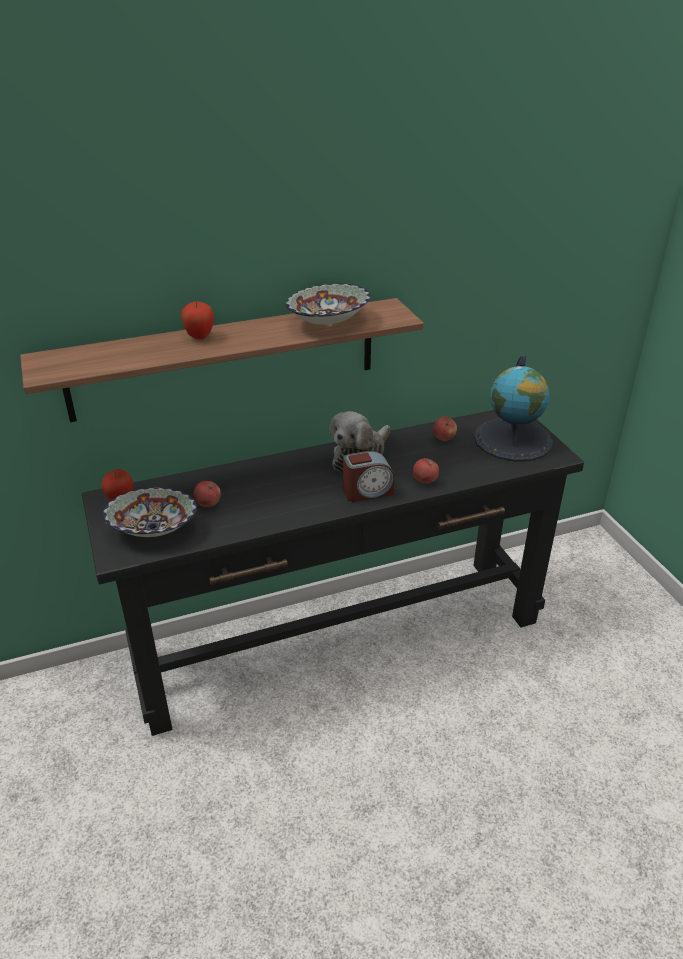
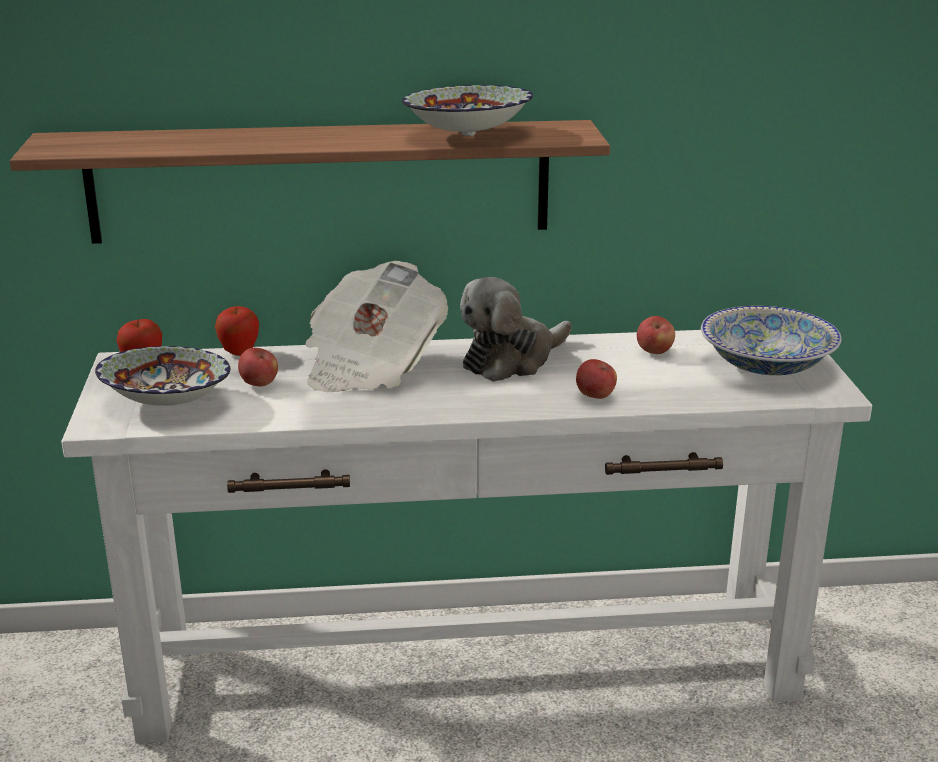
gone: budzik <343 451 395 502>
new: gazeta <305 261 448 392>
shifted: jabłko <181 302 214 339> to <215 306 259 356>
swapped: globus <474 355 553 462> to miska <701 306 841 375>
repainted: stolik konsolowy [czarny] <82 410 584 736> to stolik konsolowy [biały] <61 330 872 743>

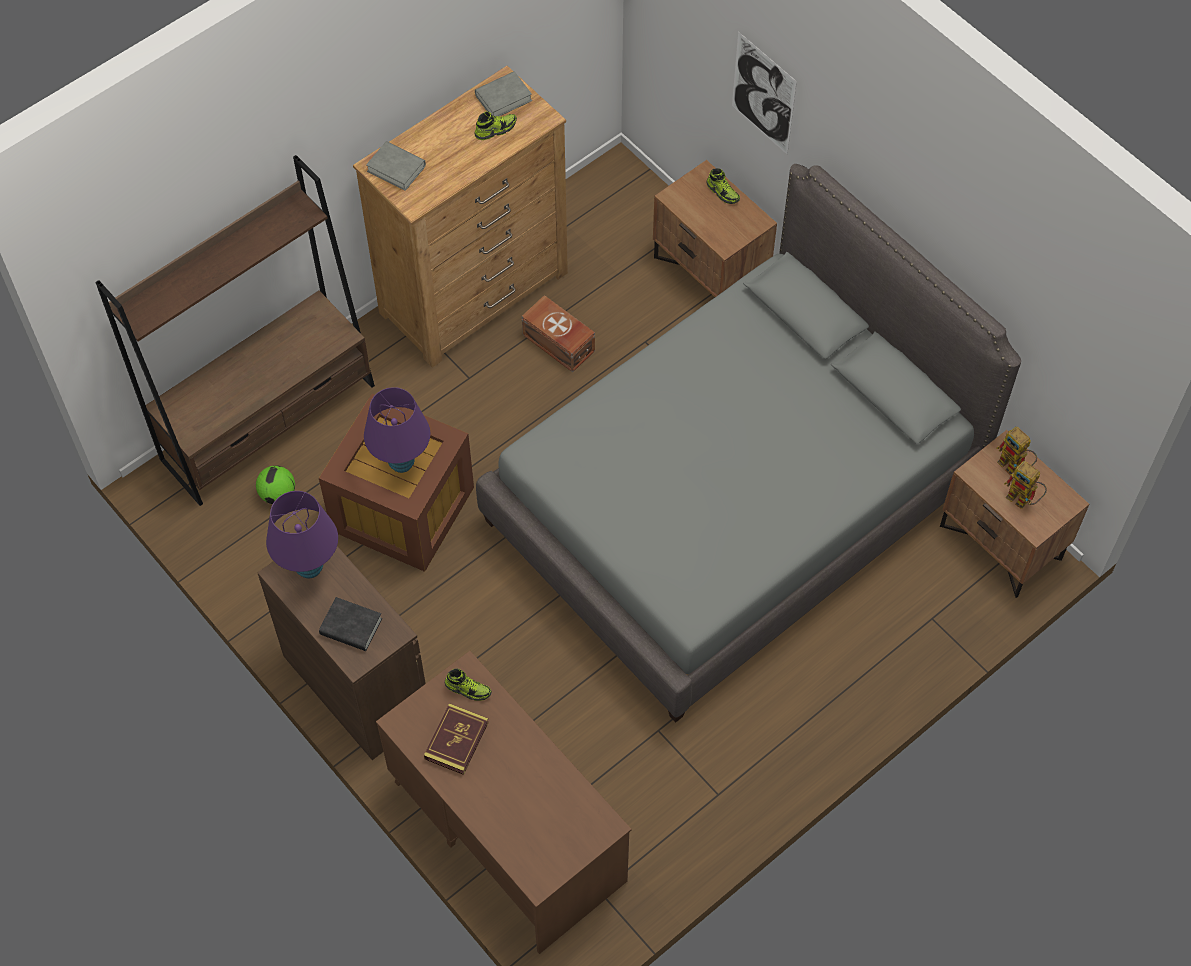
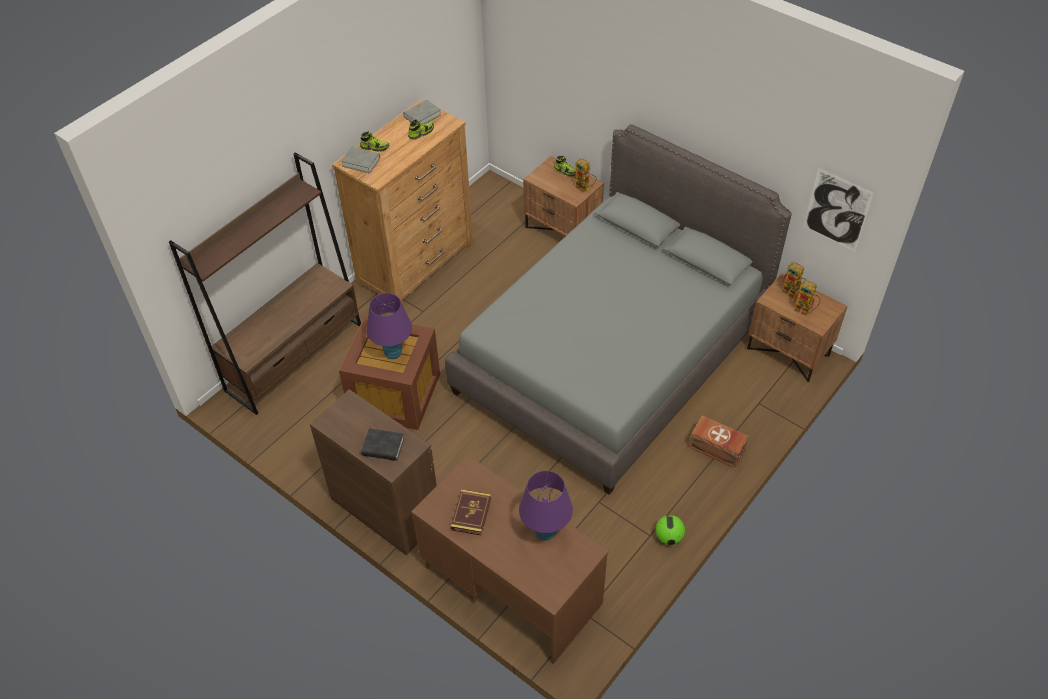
new: robot zabawkowy <573 158 597 193>
shifted: obraz <732 32 797 154> to <804 168 874 252>; pojemnik do przechowywania [brązowy] <522 295 595 372> to <689 415 749 468>; piłka futbolowa <256 466 295 504> to <655 515 685 545>; lampa stołowa [fioletowy] <266 491 338 578> to <519 471 573 541>; but <445 668 492 701> to <360 131 389 152>

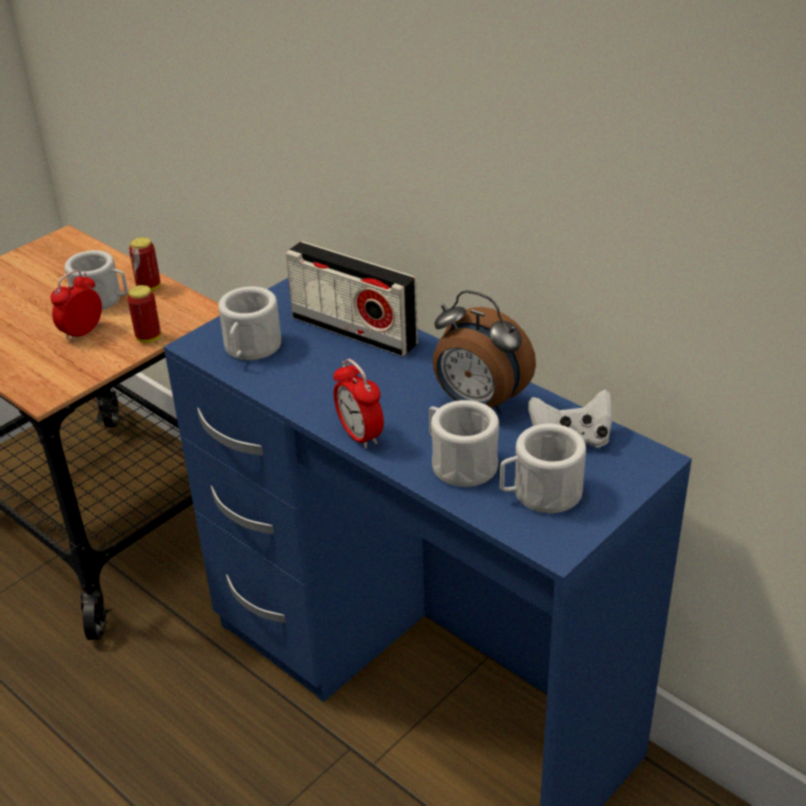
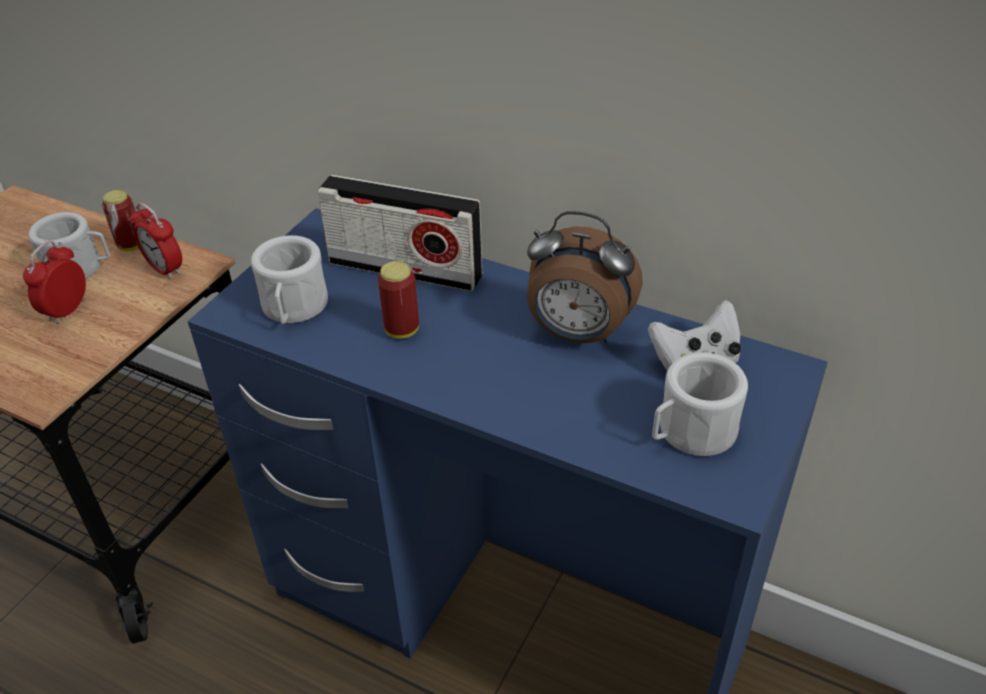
gone: kubek [biały] <429 400 499 487>
shifted: puszka <128 285 161 343> to <378 261 419 339>; budzik <334 359 384 449> to <130 202 182 279>

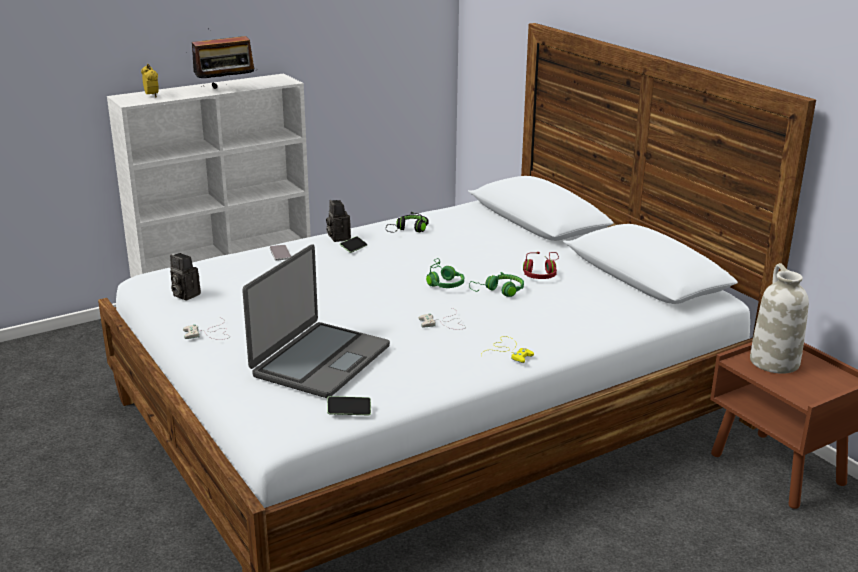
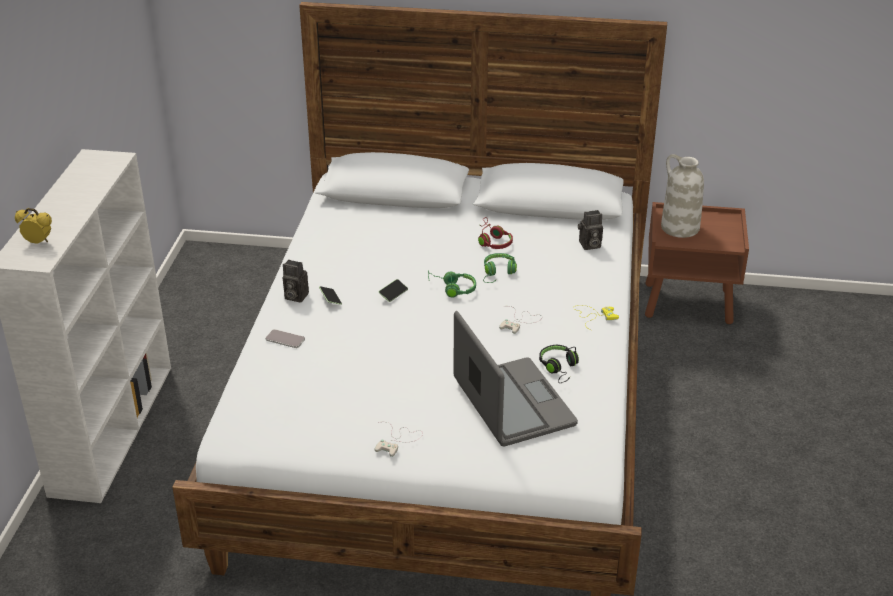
gone: radio <186 26 257 89>
shifted: słuchawki [czarny] <386 212 428 233> to <539 345 579 383>; aparat fotograficzny <170 253 201 301> to <578 210 603 250>; telefon <327 396 371 415> to <378 279 408 302>

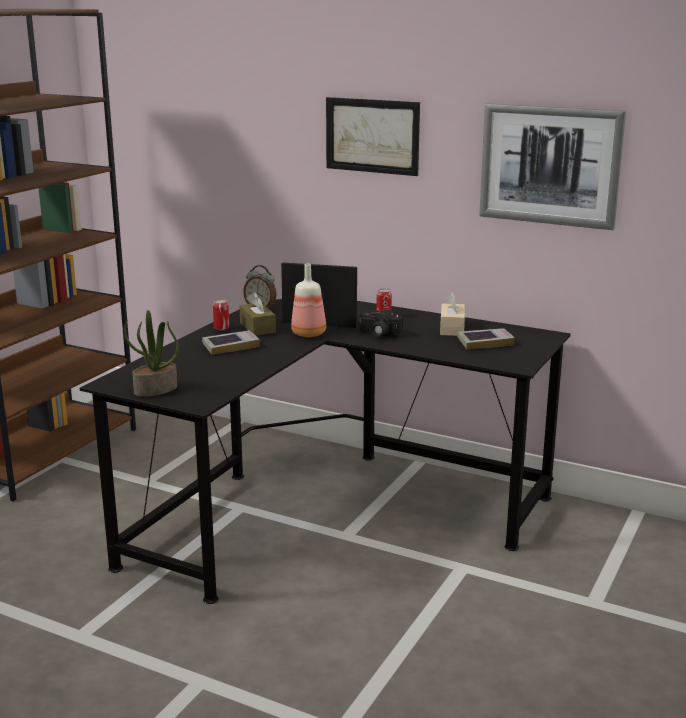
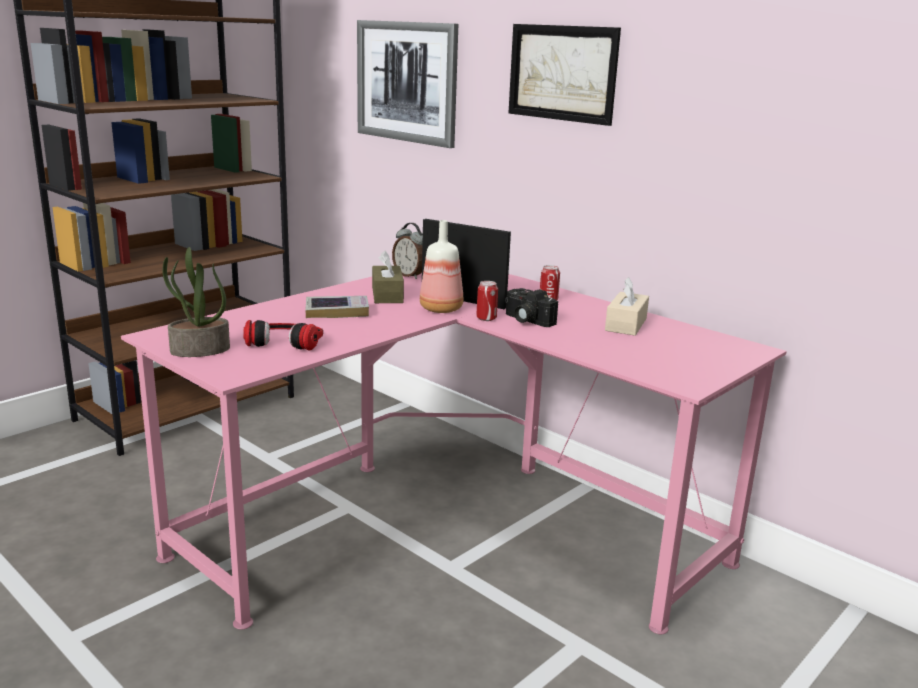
gone: książka <457 328 515 349>
new: słuchawki <243 320 323 350>
shifted: obraz <479 103 626 230> to <357 20 458 148>; puszka <213 299 230 330> to <476 281 498 321>
repainted: biurko [czarny] <80 299 571 604> to biurko [różowy] <121 273 787 634>

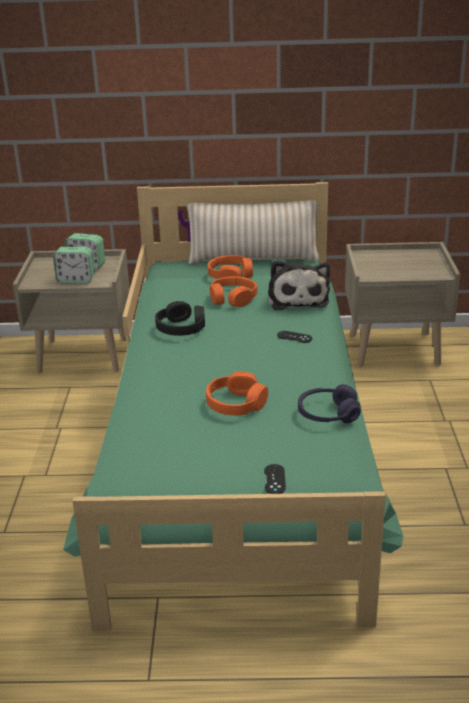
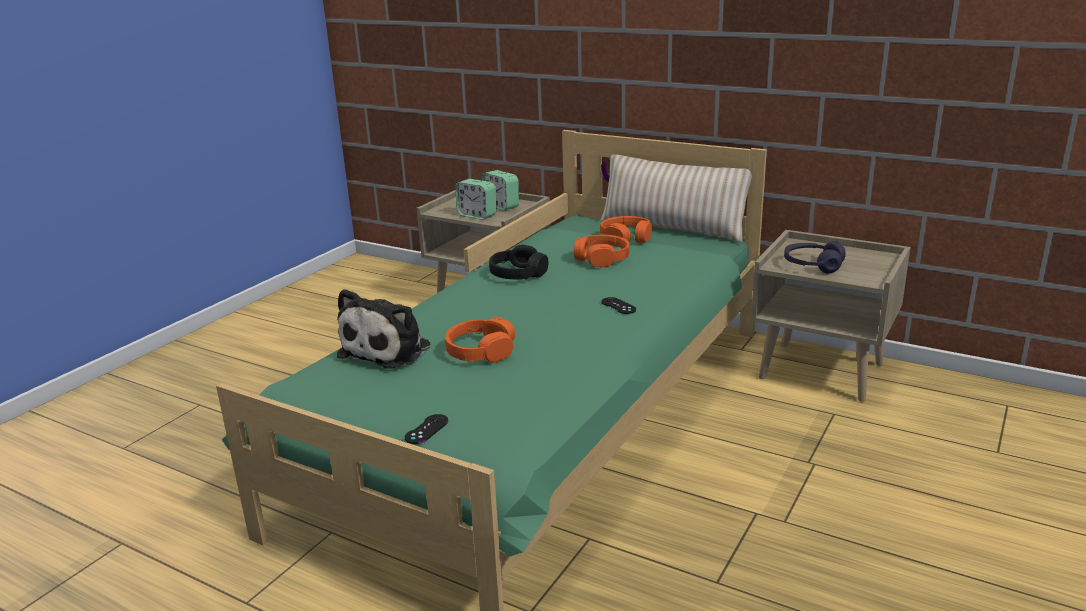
shifted: pluszak <268 260 330 310> to <337 289 430 369>; słuchawki [fioletowy] <298 384 361 423> to <784 241 846 274>

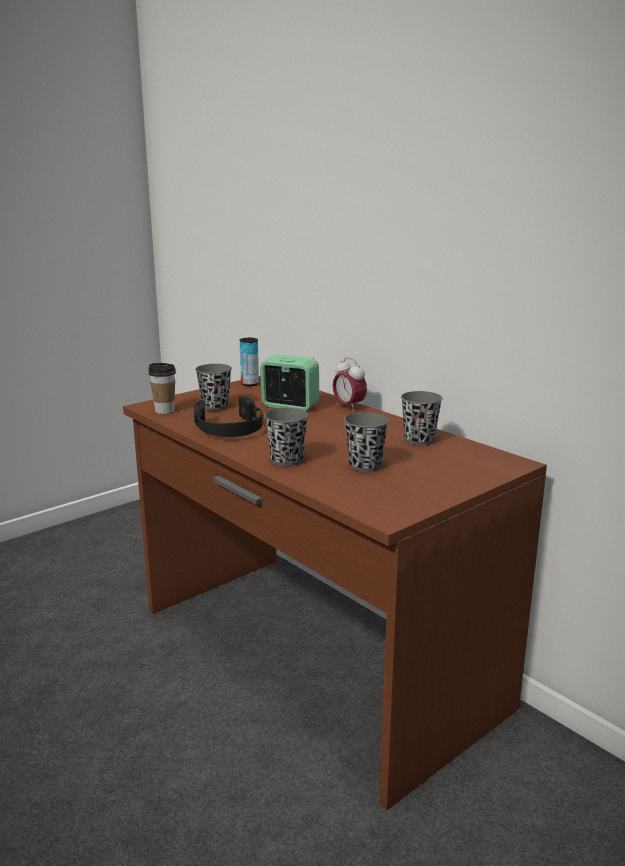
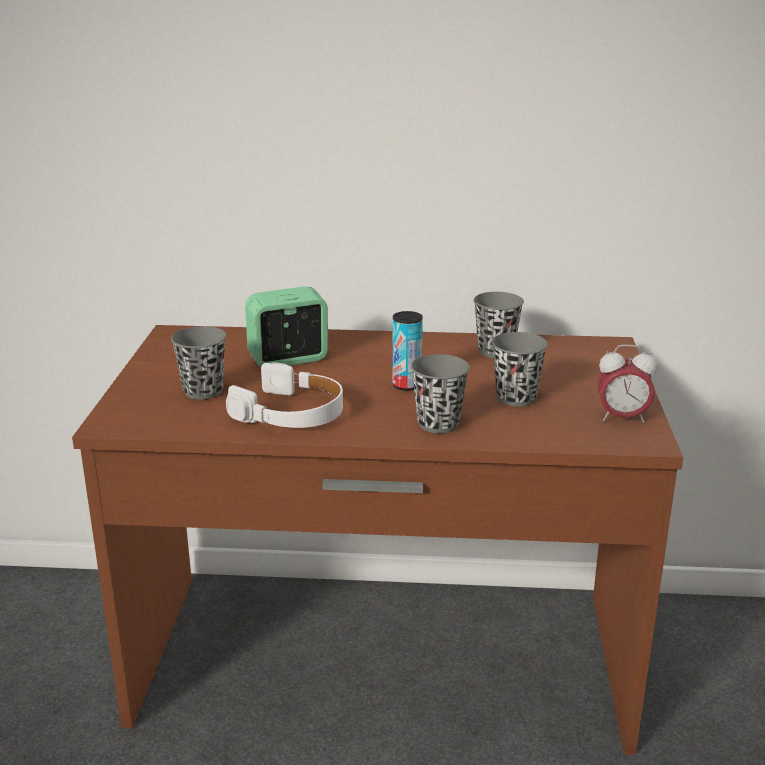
gone: filiżanka <148 363 176 414>
shifted: puszka <240 338 259 386> to <392 311 423 391>; budzik <333 357 367 412> to <597 344 657 423>
repainted: słuchawki [czarny] <194 396 263 437> to słuchawki [biały] <226 362 343 428>

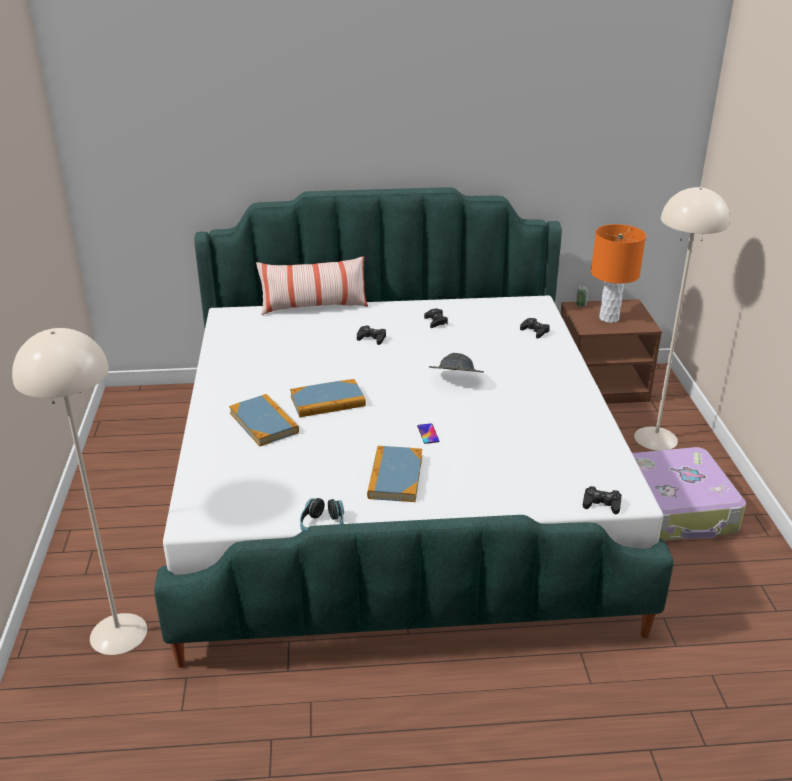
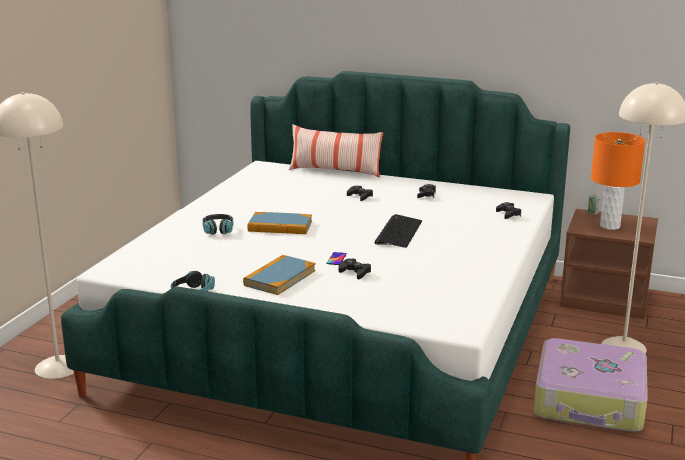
shifted: pad do gier [czarny] <583 486 622 514> to <338 258 371 279>
swapped: kapelusz [szary] <429 353 484 373> to klawiatura <374 214 422 248>; książka <229 394 299 447> to słuchawki <202 214 233 235>

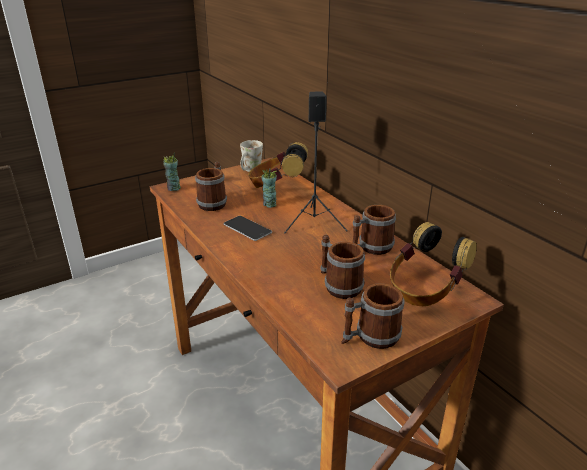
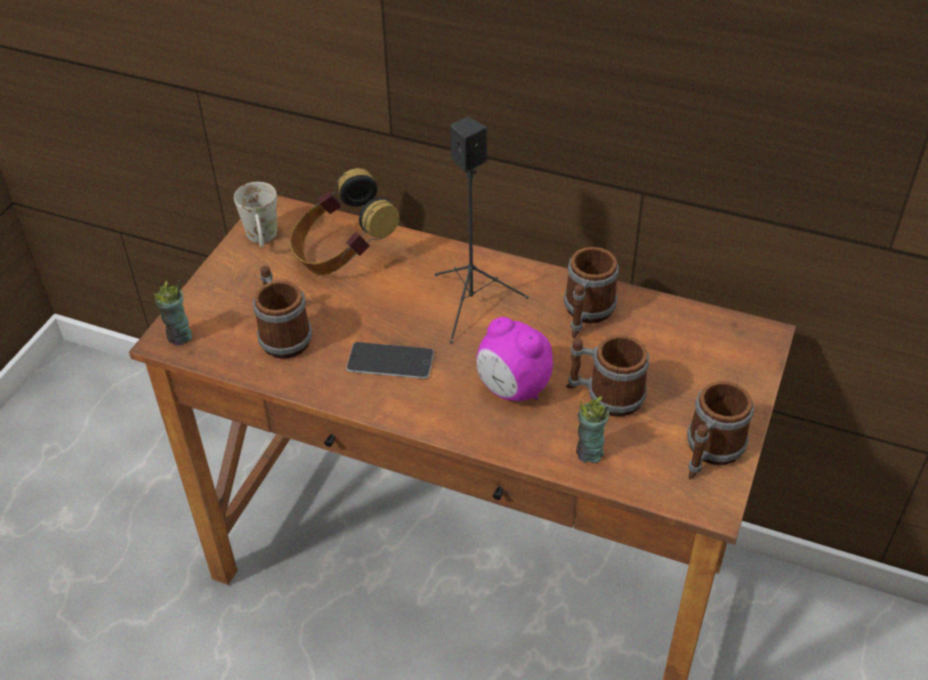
gone: słuchawki <390 222 477 306>
new: budzik <476 317 553 401>
shifted: filiżanka <261 168 277 208> to <576 396 609 463>

